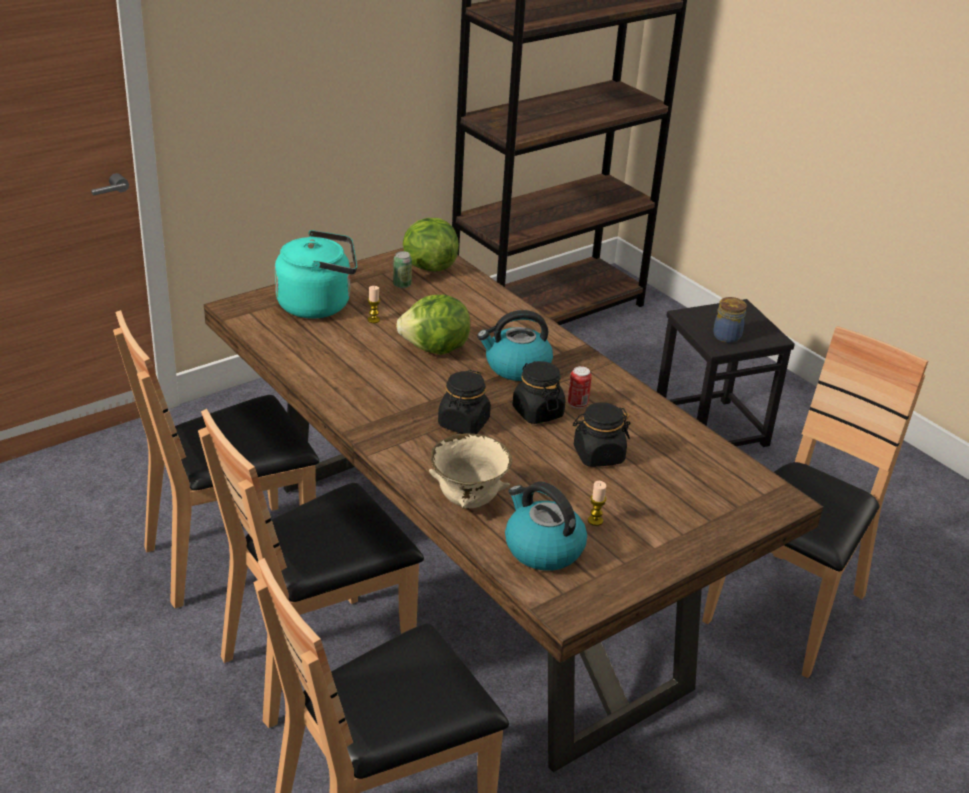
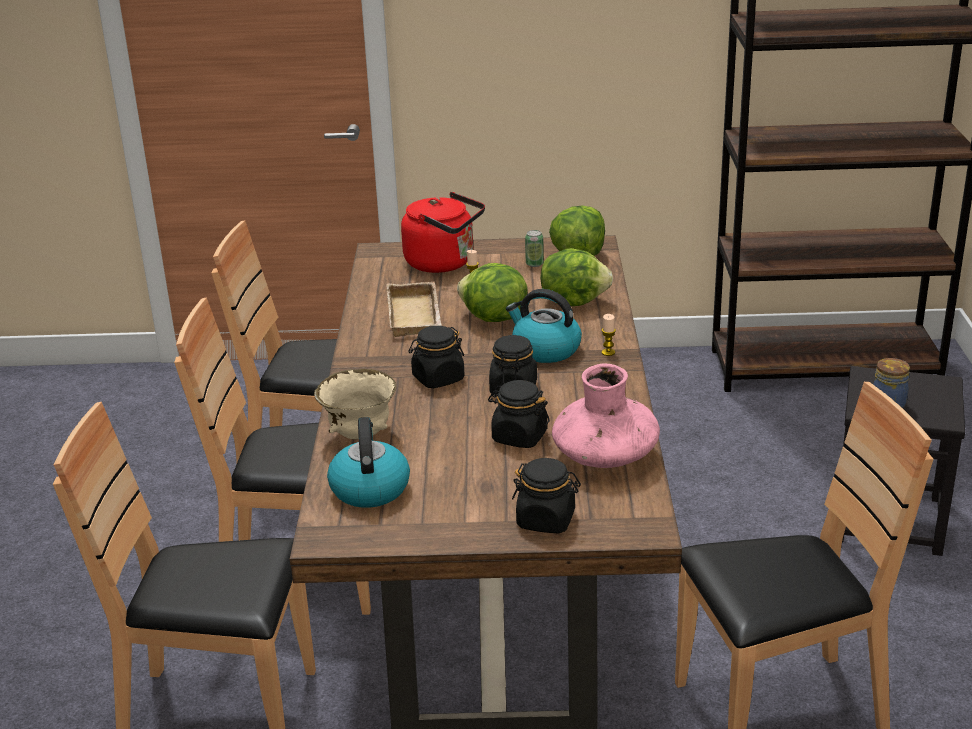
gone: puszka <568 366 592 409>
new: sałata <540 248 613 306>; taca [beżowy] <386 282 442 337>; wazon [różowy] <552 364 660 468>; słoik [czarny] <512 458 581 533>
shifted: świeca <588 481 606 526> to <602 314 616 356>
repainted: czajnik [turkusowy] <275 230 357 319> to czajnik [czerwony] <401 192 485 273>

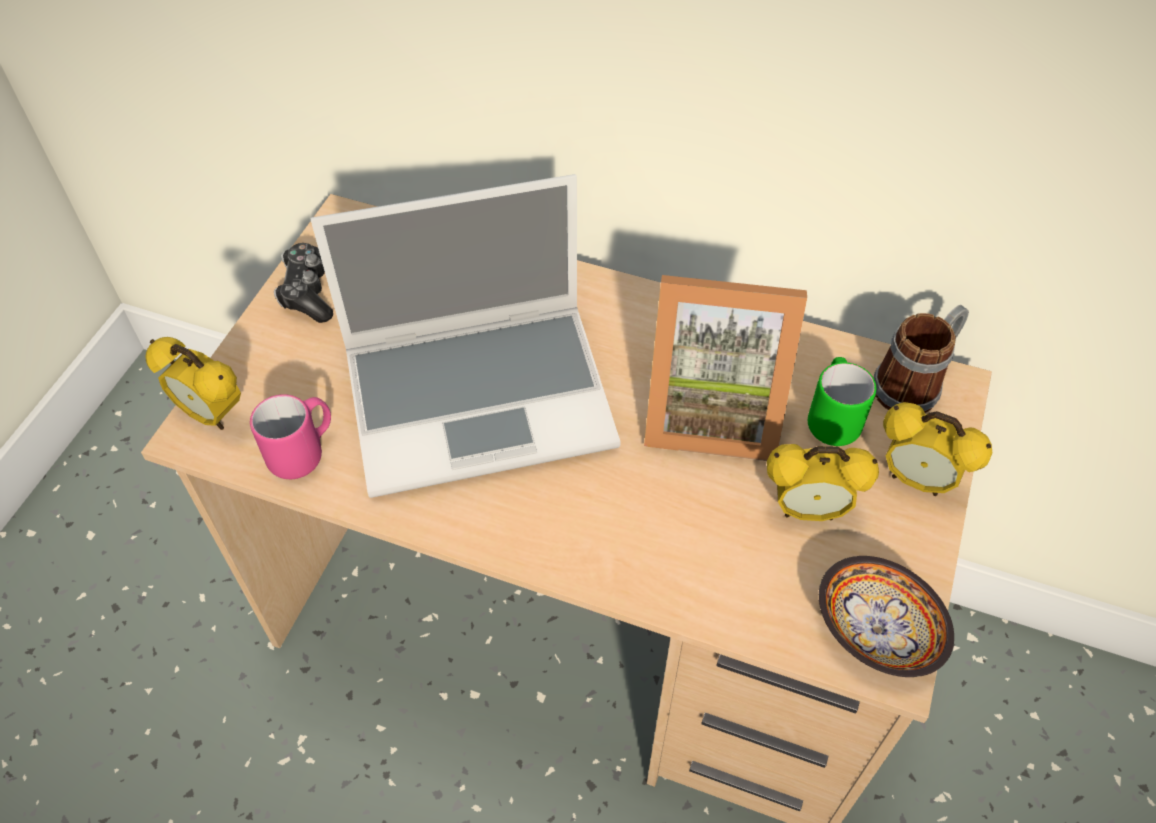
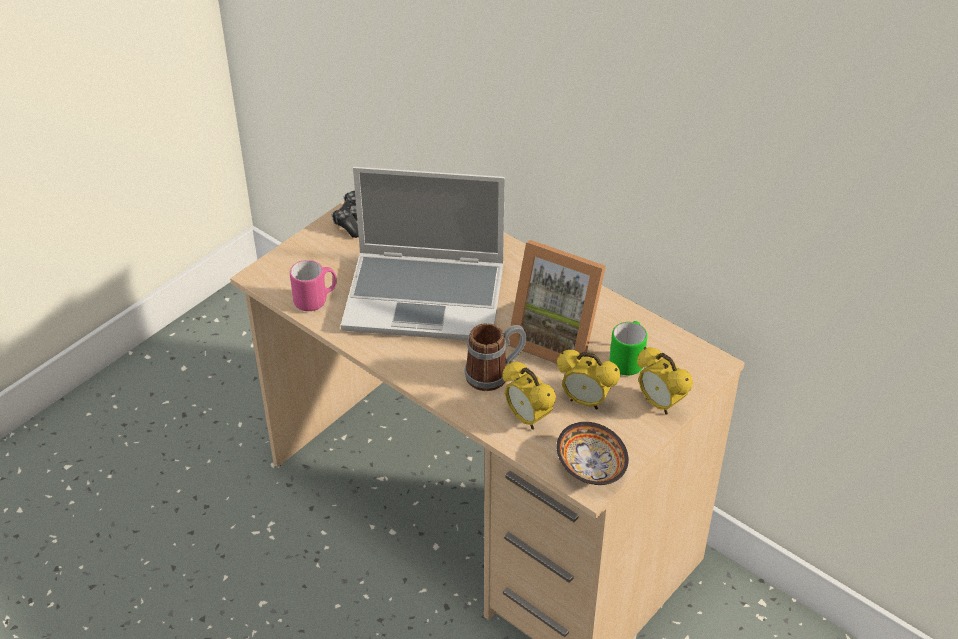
shifted: kubek <874 305 969 413> to <465 323 527 391>; budzik <145 337 241 430> to <502 361 556 430>

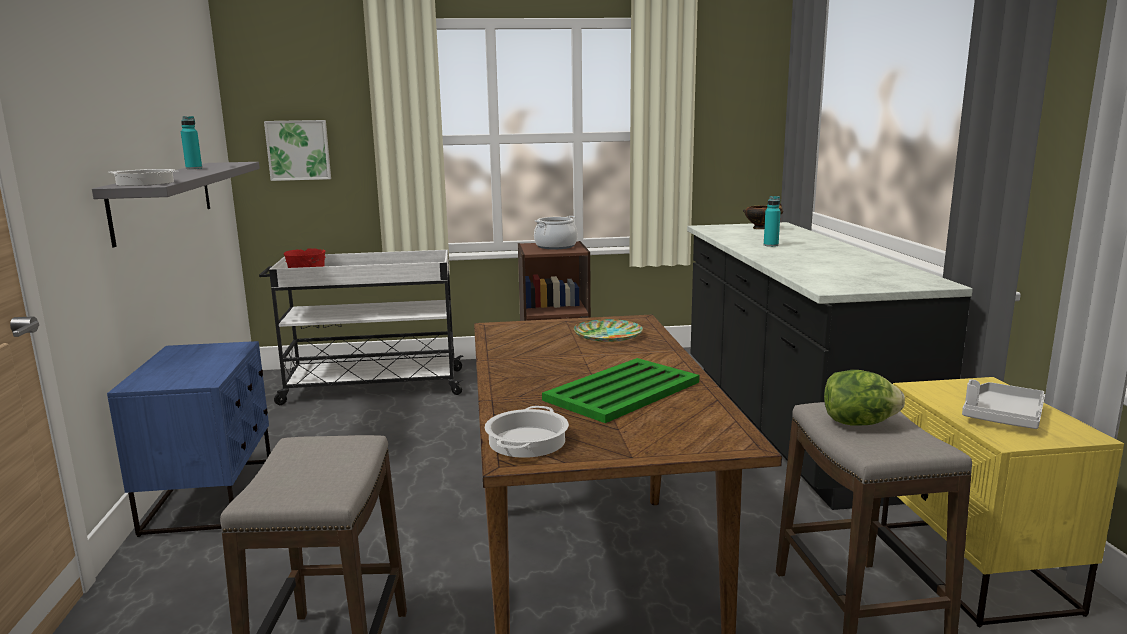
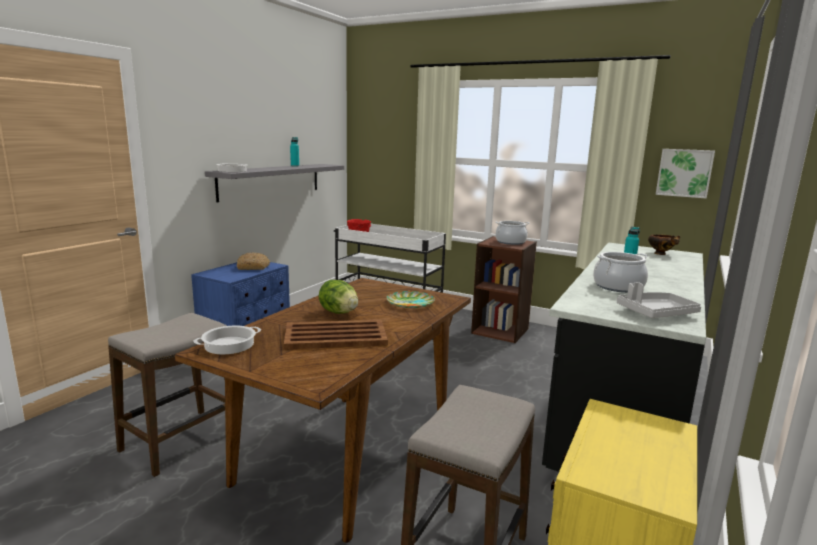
new: chleb <237 252 270 270>; garnek <593 252 648 293>
shifted: obraz <264 120 331 181> to <656 149 715 198>; sałata <824 370 905 425> to <318 280 358 314>; taca [szary] <962 379 1045 429> to <617 282 701 318>
repainted: taca [zielony] <542 358 699 423> to taca [brązowy] <283 320 388 350>

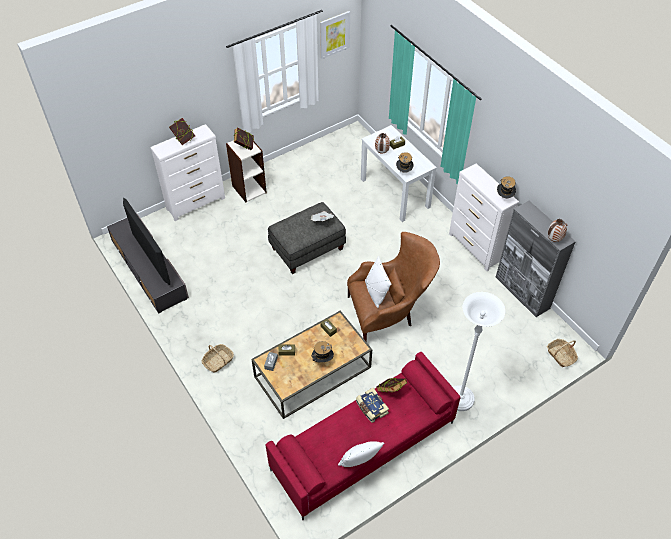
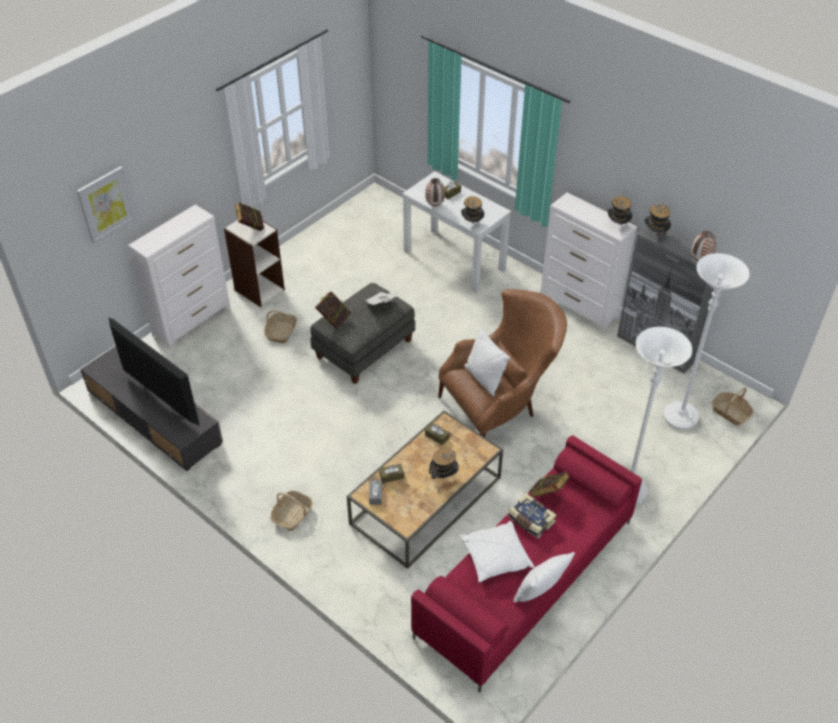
new: kapelusz <644 204 671 239>; lampa stojąca [biały] <663 253 750 430>; koszyk <264 310 297 343>; poduszka [biały] <459 521 534 582>
shifted: obraz <320 11 350 59> to <77 166 136 244>; książka <169 118 195 145> to <315 292 352 329>

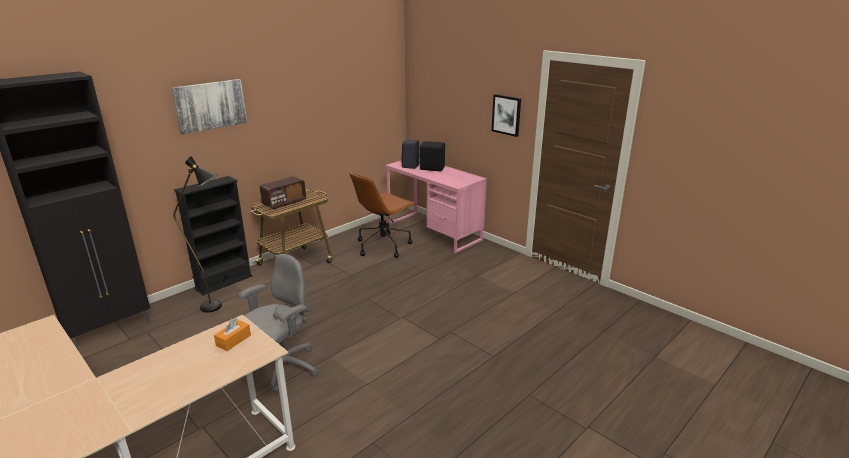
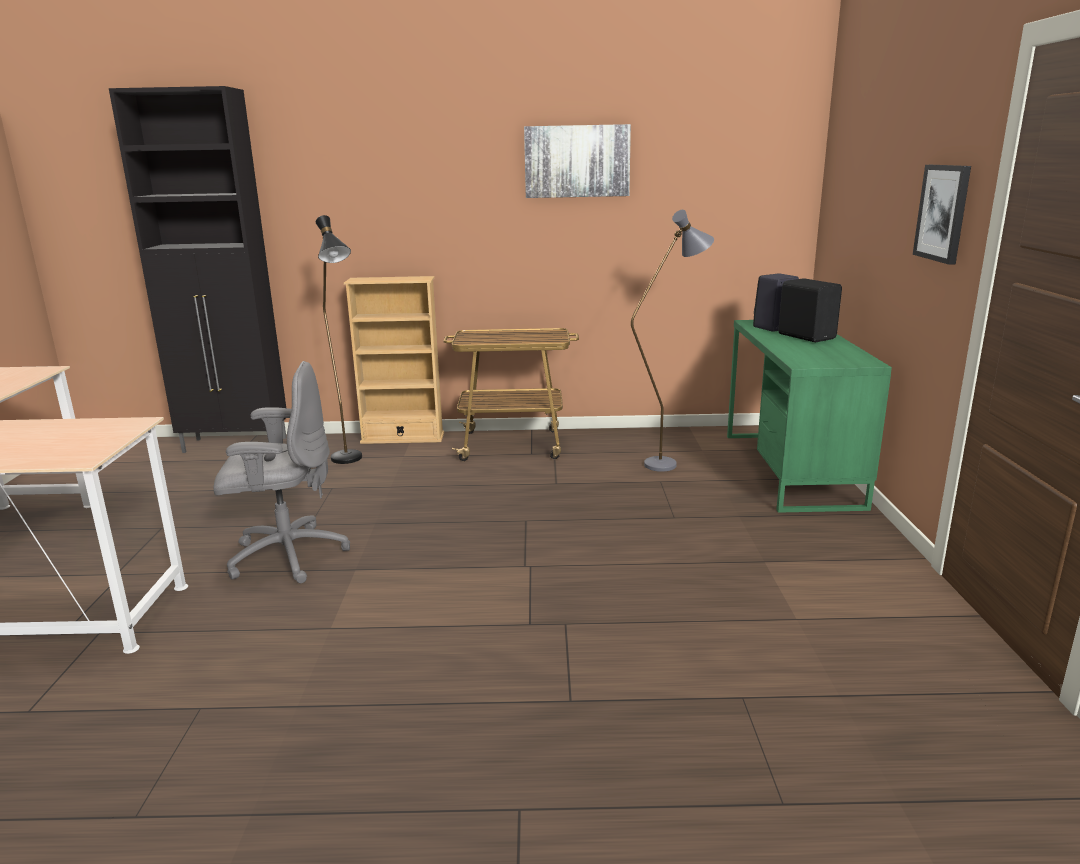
gone: radio <260 176 306 209>; pudełko chusteczek [pomarańczowy] <214 318 251 351>
shifted: obraz <172 79 247 135> to <524 124 631 198>
swapped: krzesło biurowe [brązowy] <350 172 416 258> to lampa stojąca [szary] <631 210 714 472>
repainted: biurko [różowy] <386 158 487 253> to biurko [zielony] <727 320 892 513>; regał [czarny] <174 176 252 295> to regał [beżowy] <344 276 444 444>

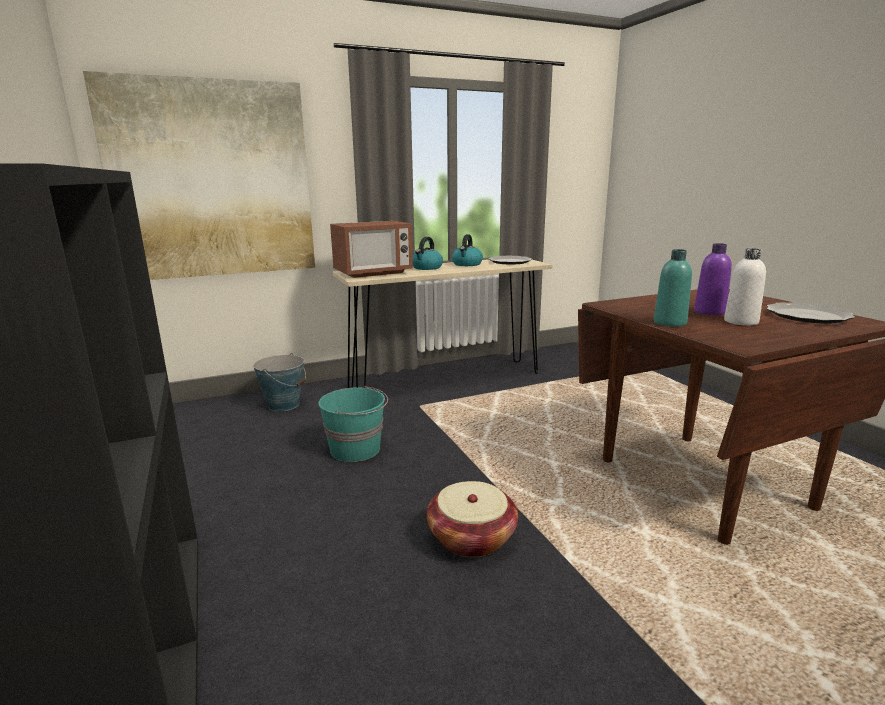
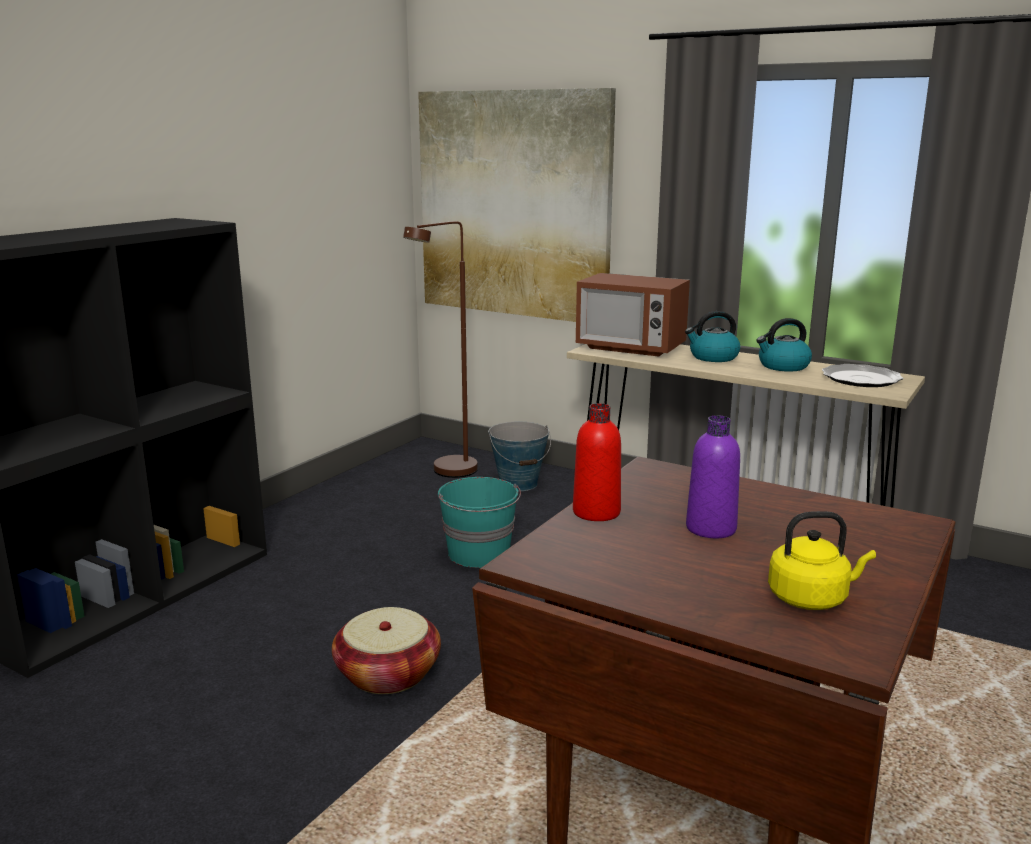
gone: butelka [biały] <724 248 766 326>
new: lampa stojąca [brązowy] <403 221 478 478>
swapped: talerz <767 302 855 324> to czajnik [żółty] <768 511 876 610>
repainted: butelka [turkusowy] <654 249 692 327> to butelka [czerwony] <573 403 621 521>

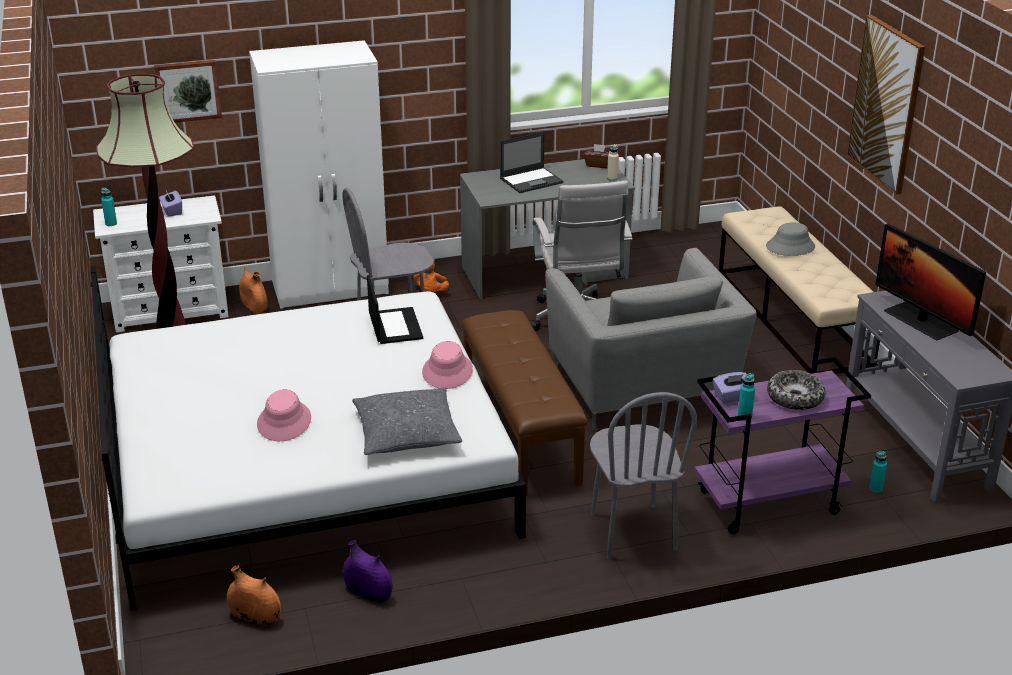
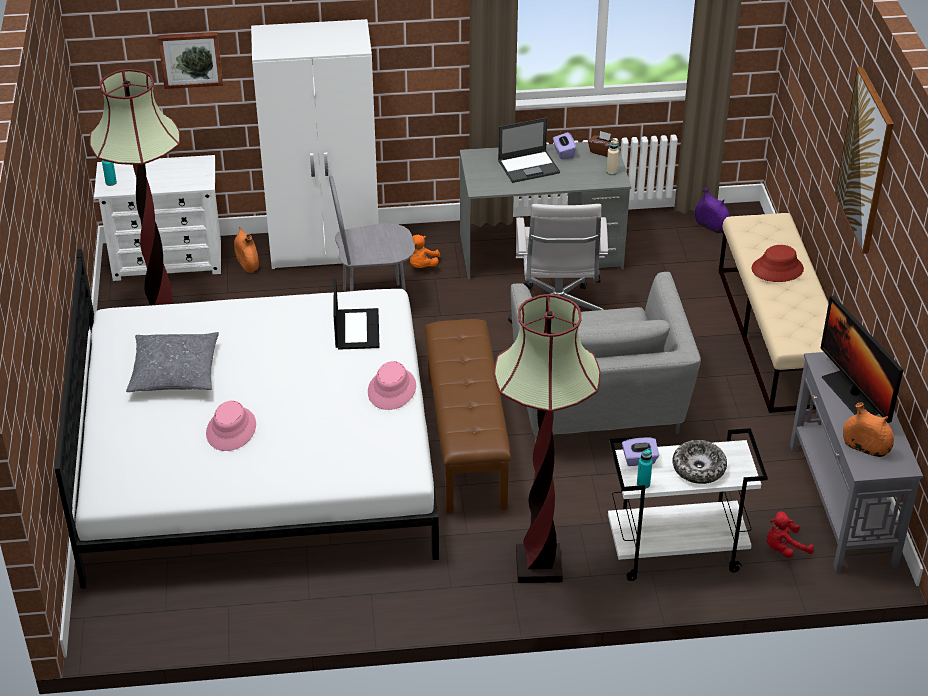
shifted: pudełko chusteczek [fioletowy] <159 191 182 217> to <553 132 576 159>; poduszka [szary] <352 387 462 455> to <126 332 219 392>; wazon [fioletowy] <343 540 393 603> to <695 188 730 233>; wazon [pomarańczowy] <227 565 281 625> to <843 403 894 457>
swapped: krzesło [szary] <590 392 697 559> to lampa stojąca <494 294 600 583>; butelka [turkusowy] <869 451 887 493> to pluszak [czerwony] <767 512 814 558>
repainted: kapelusz [szary] <766 222 815 256> to kapelusz [czerwony] <752 245 804 282>; wózek [fioletowy] <694 357 871 534> to wózek [biały] <608 428 768 581>

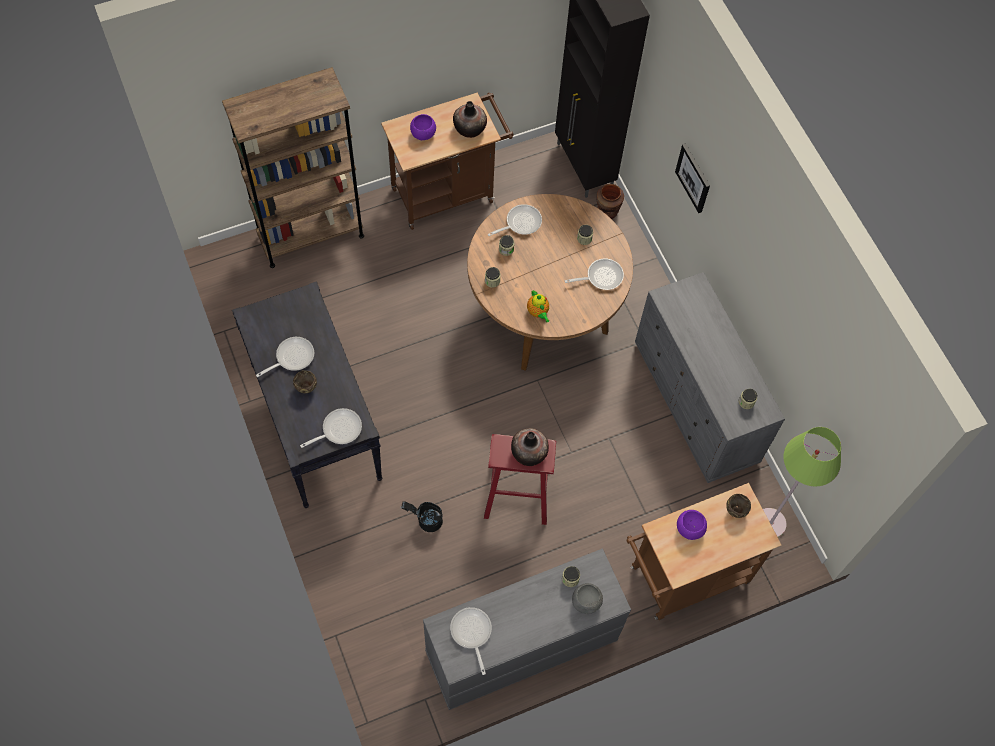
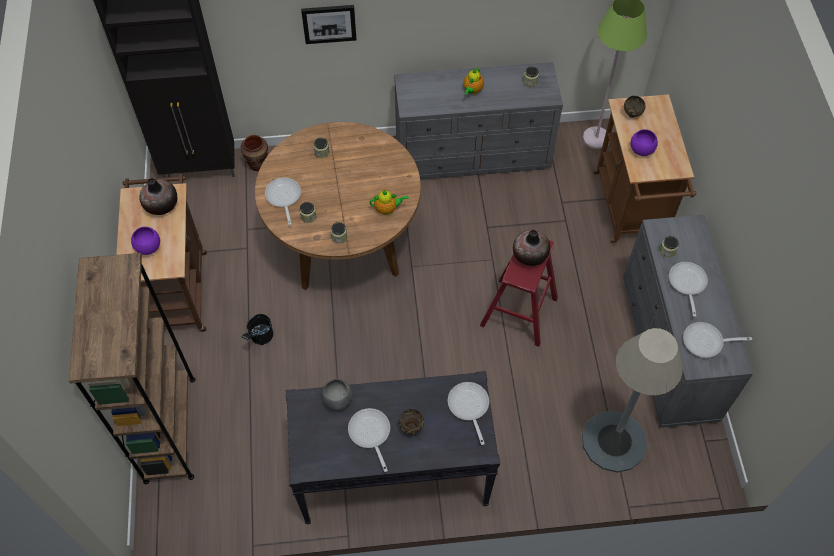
new: imbryk <463 68 484 94>; lampa stojąca [szary] <582 328 683 473>
shifted: patelnia <565 259 624 290> to <669 262 708 317>; wiadro [czarny] <400 501 443 532> to <242 314 273 345>; miska [szary] <572 583 603 614> to <322 379 353 411>

